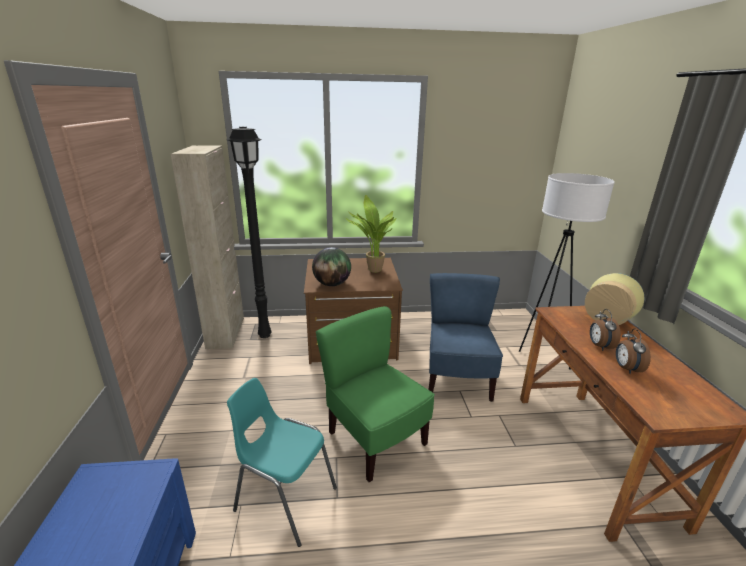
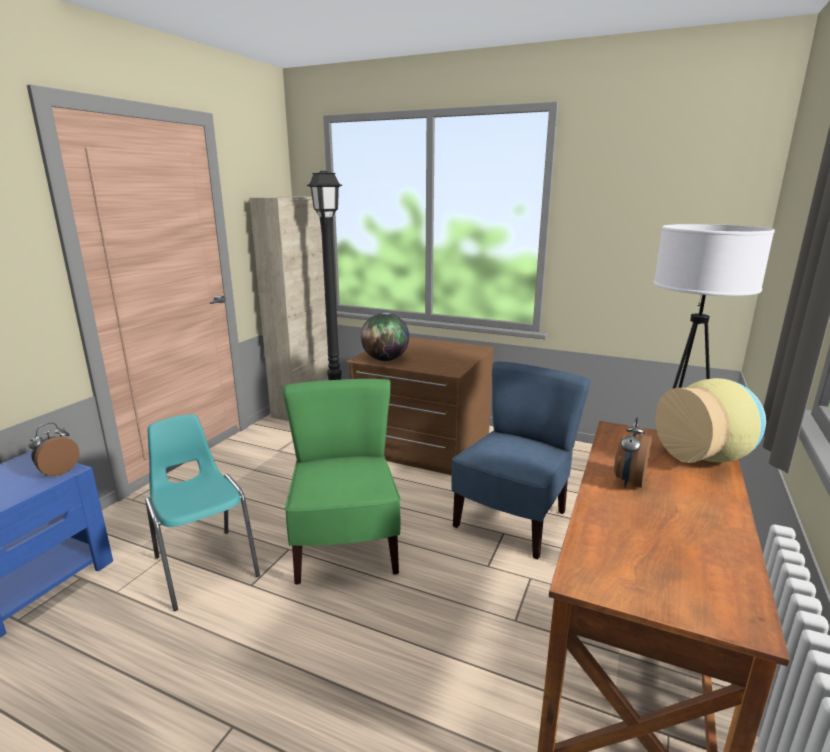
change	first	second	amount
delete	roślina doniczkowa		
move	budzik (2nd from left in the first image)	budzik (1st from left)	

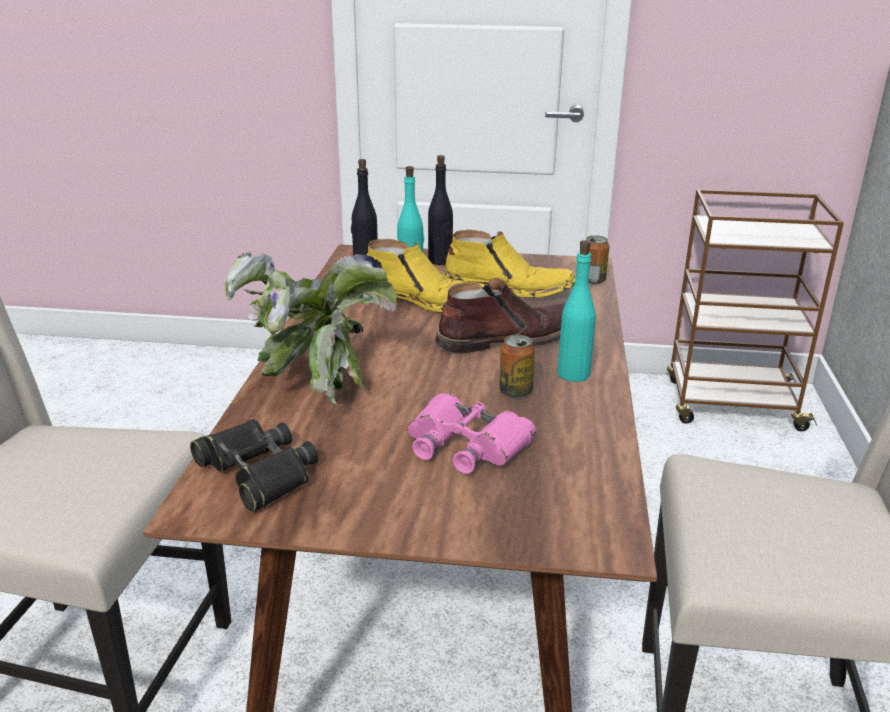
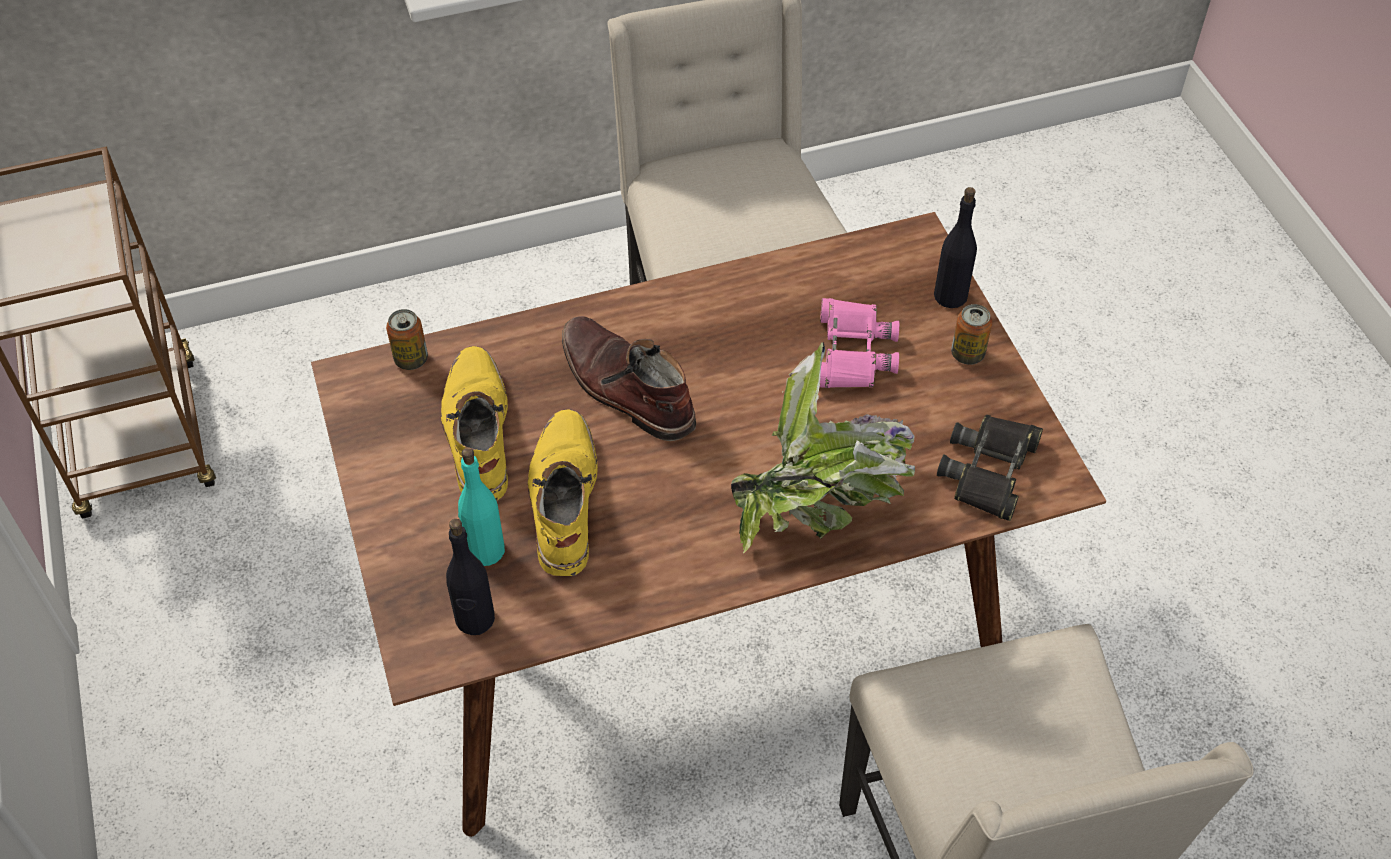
change	first	second	amount
delete	butelka/turkusowy (2nd from left)		
move	butelka/czarny (2nd from left)		
move	puszka (1st from left in the first image)	puszka (2nd from left)	

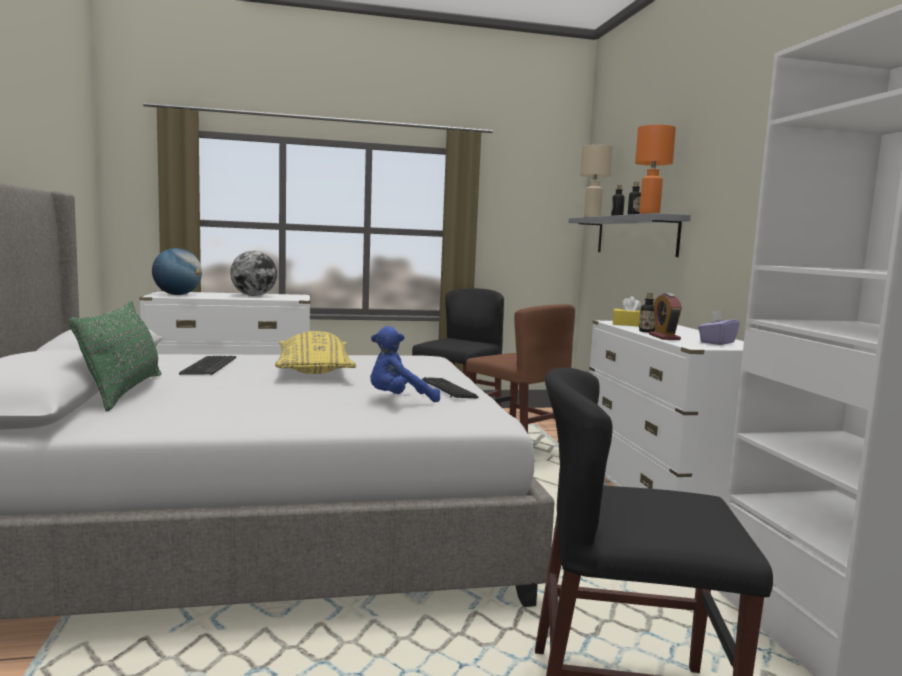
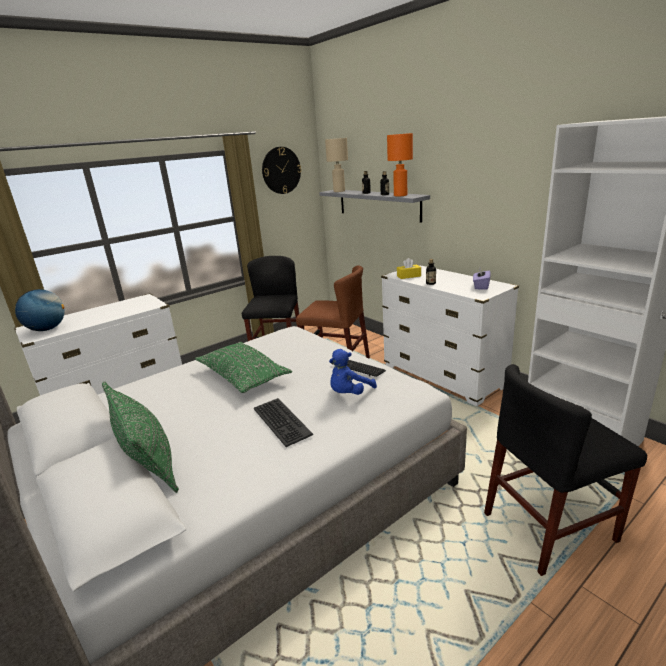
change	first	second	amount
delete	globus (2nd from left)		
delete	budzik		
insert		zegar ścienny	
move	klawiatura (1st from left)		
recolor	poduszka/żółty	poduszka/zielony (2nd from left)	

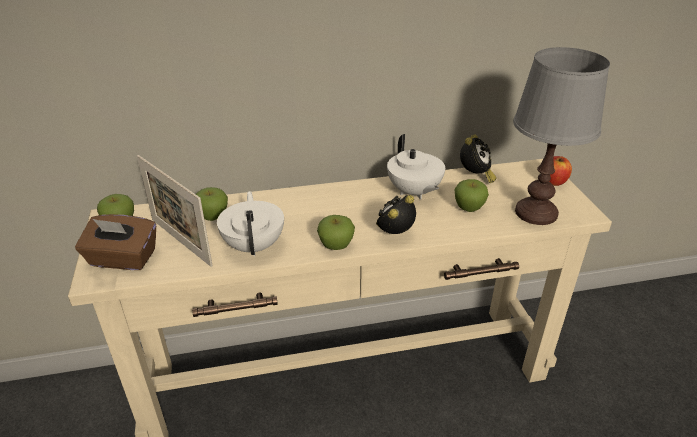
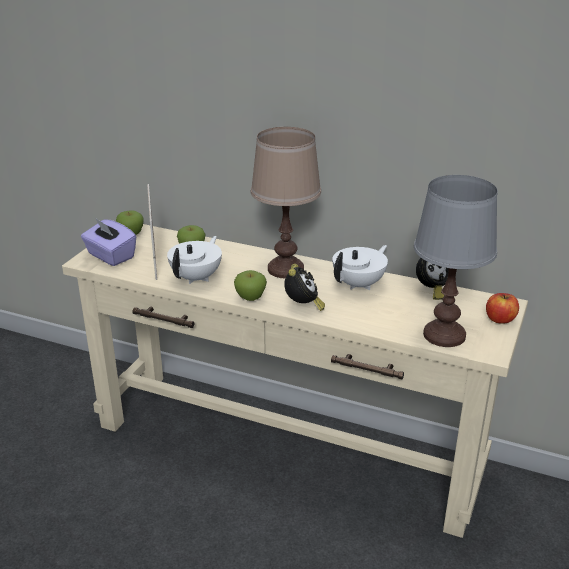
change	first	second	amount
delete	jabłko (4th from left)		
insert		lampa stołowa/brązowy	
recolor	pudełko chusteczek/brązowy	pudełko chusteczek/fioletowy	
rotate	budzik (1st from left)		105 degrees clockwise
rotate	imbryk/biały (2nd from left)		150 degrees counterclockwise

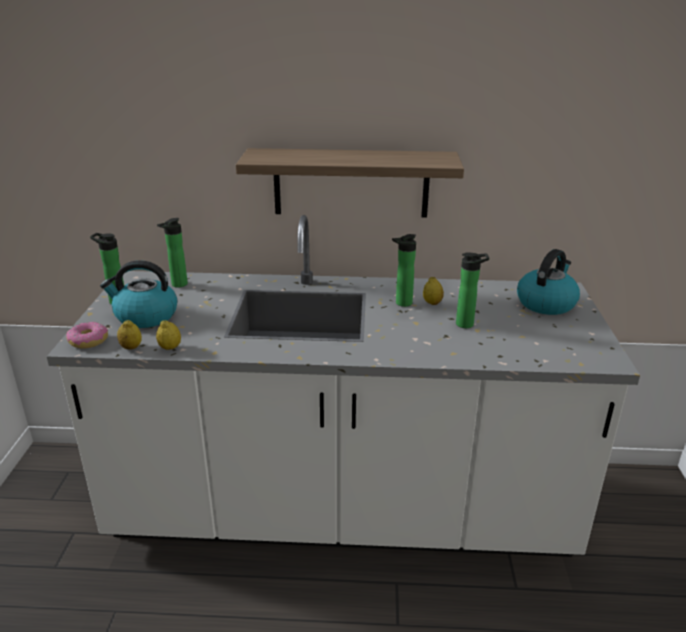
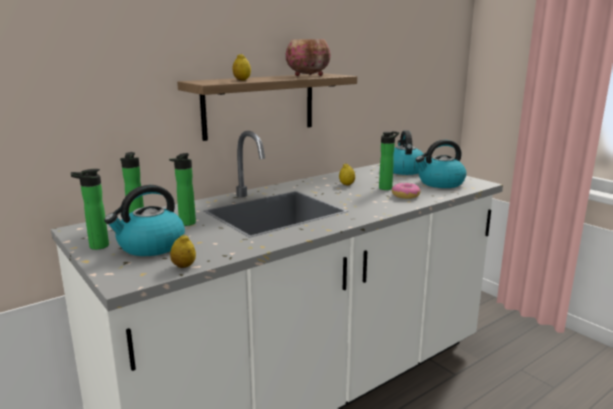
change	first	second	amount
insert		miska	
insert		czajnik (3rd from left)	
move	donut		
move	cytryna (2nd from left)		
move	butelka (3rd from left)		

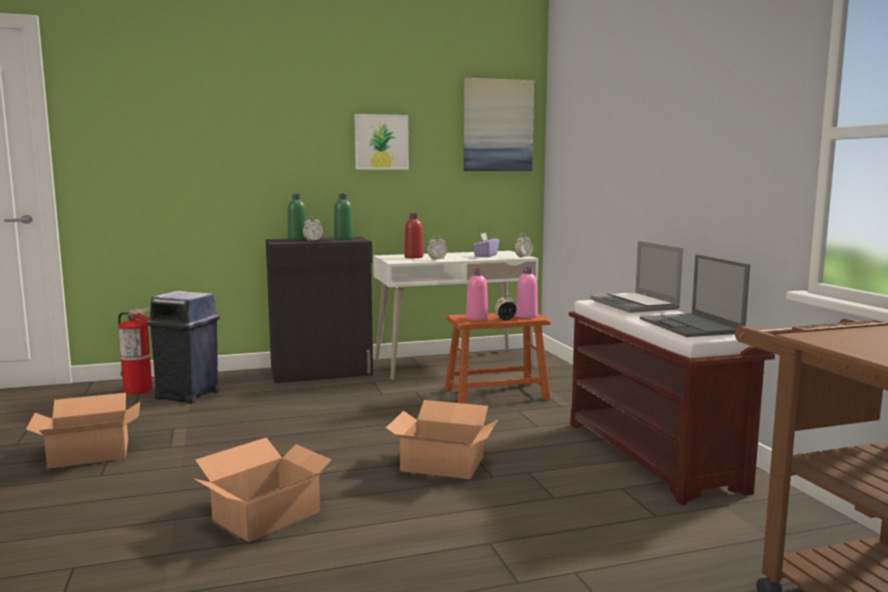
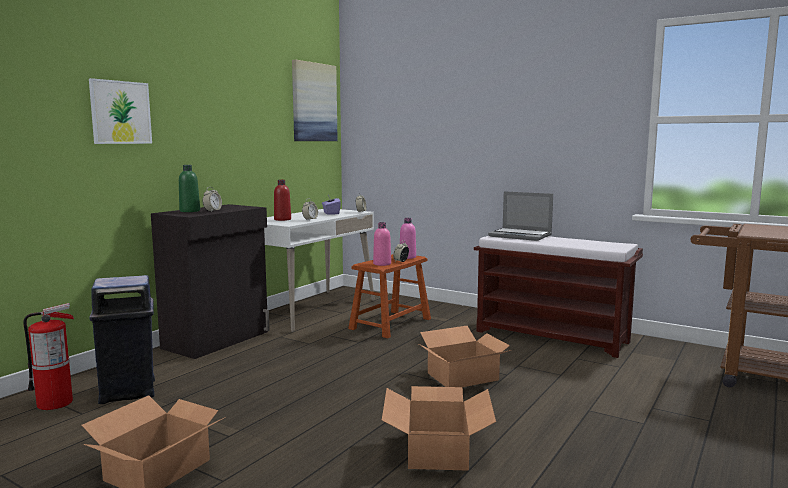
change	first	second	amount
delete	butelka/zielony (2nd from left)		
delete	laptop (2nd from left)		
move	obraz (1st from left)		

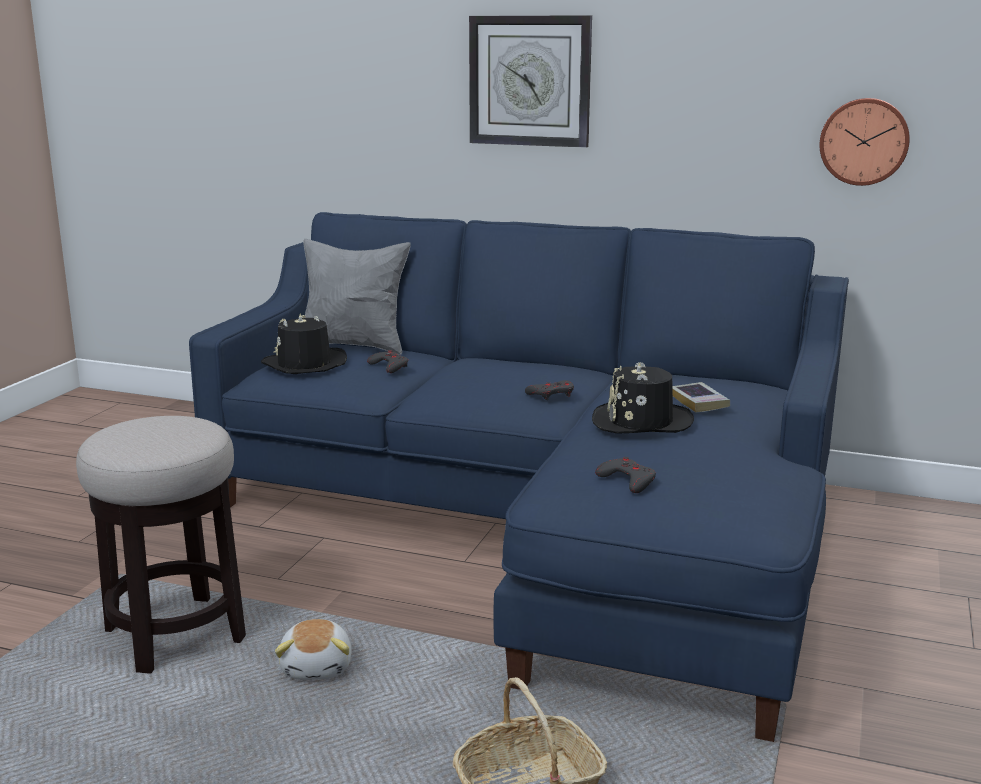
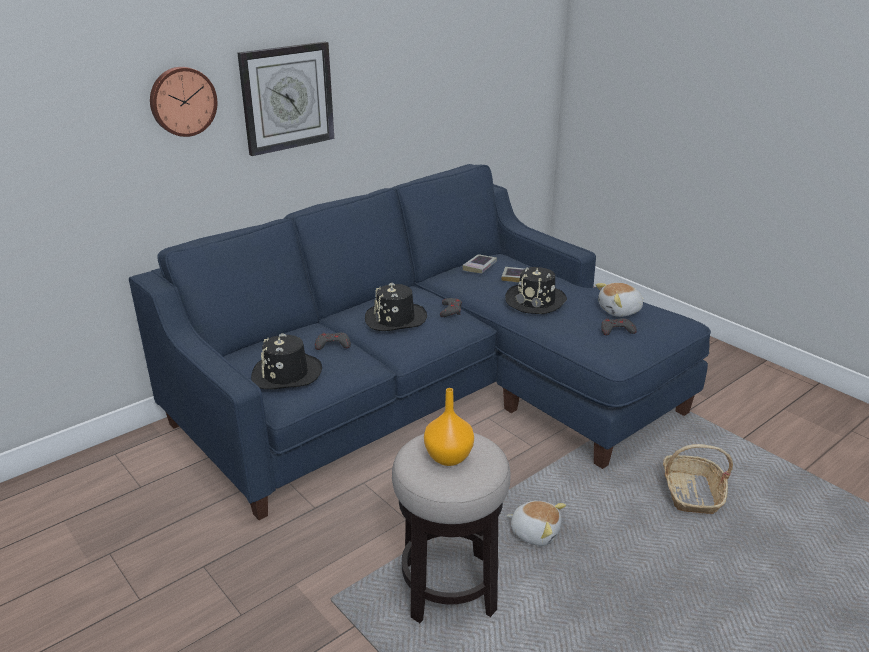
change	first	second	amount
delete	poduszka/szary		
insert		kapelusz/czarny (2nd from left)	
insert		wazon/pomarańczowy	
insert		książka (1st from left)	
insert		pluszak (2nd from left)	
move	zegar ścienny (2nd from left in the first image)	zegar ścienny (1st from left)	

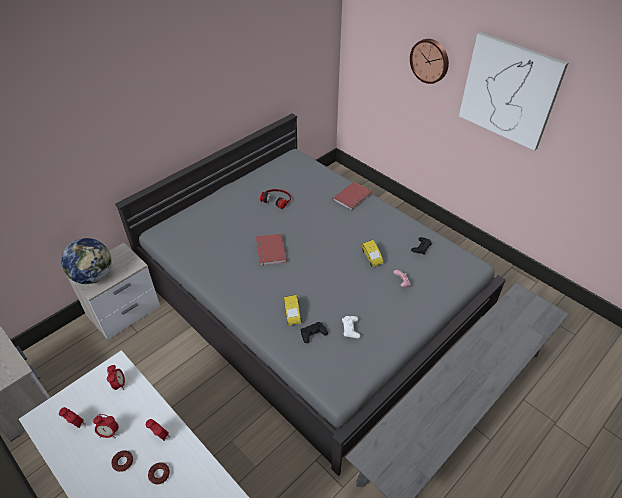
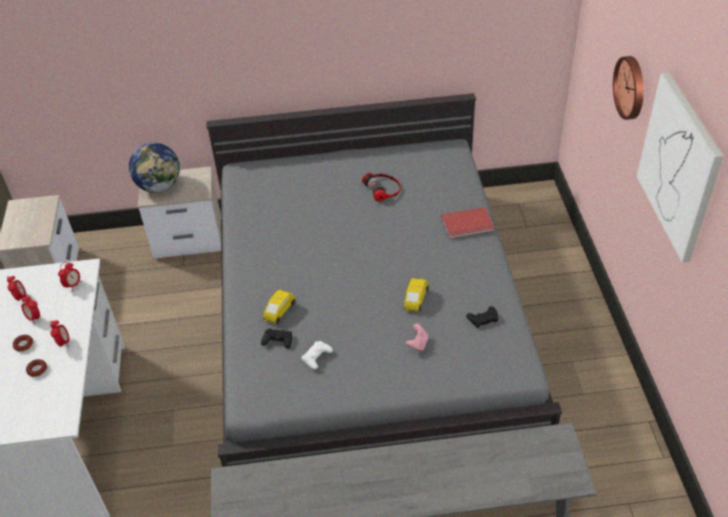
change	first	second	amount
delete	książka/czerwony (1st from left)		

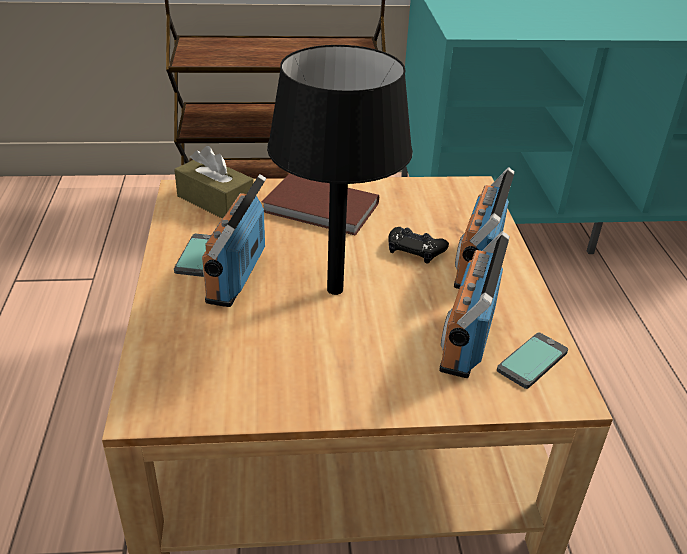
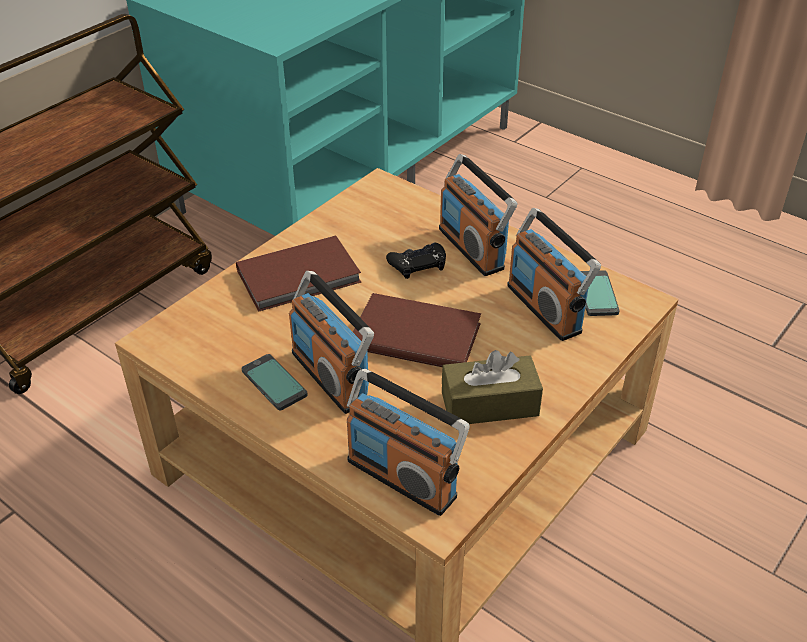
change	first	second	amount
insert		radio (2nd from left)	
move	pudełko chusteczek/brązowy		
replace	lampa stołowa/czarny	książka/brązowy (2nd from left)	

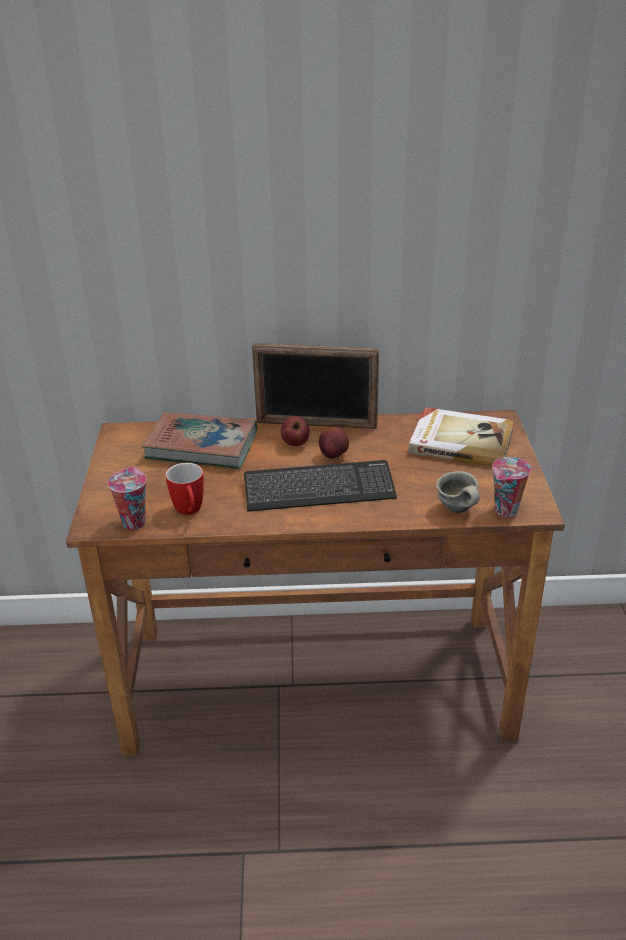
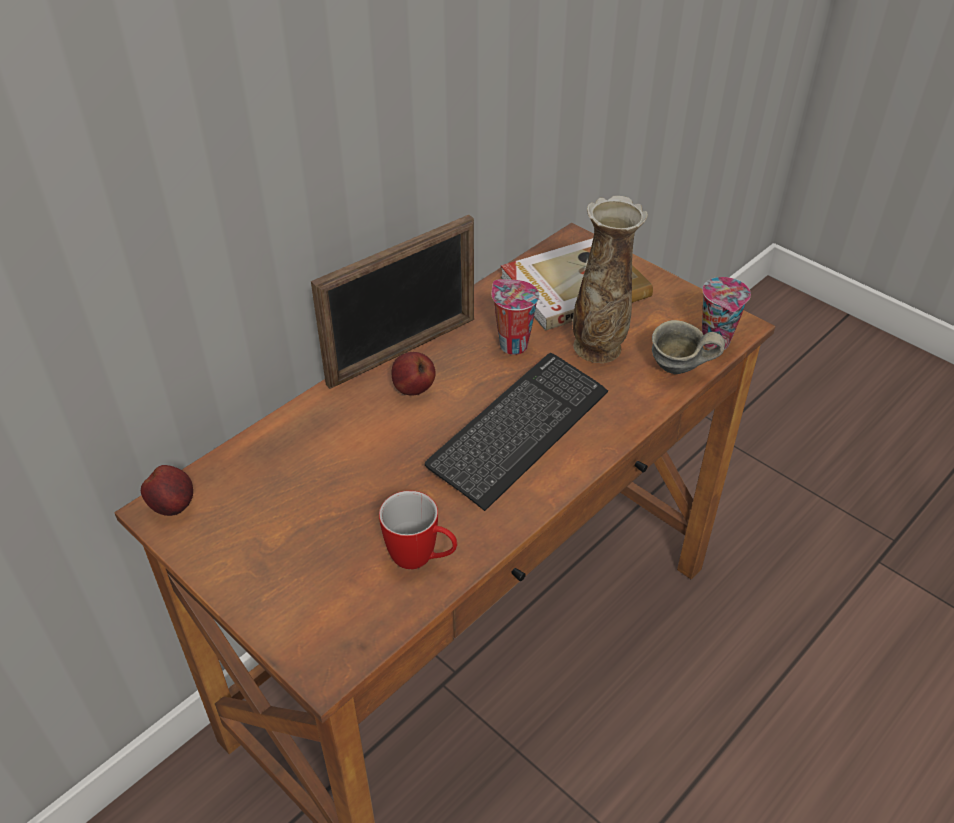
change	first	second	amount
delete	książka (1st from left)		
insert		wazon	
move	filiżanka (1st from left)		
move	jabłko (2nd from left in the first image)	jabłko (1st from left)	

